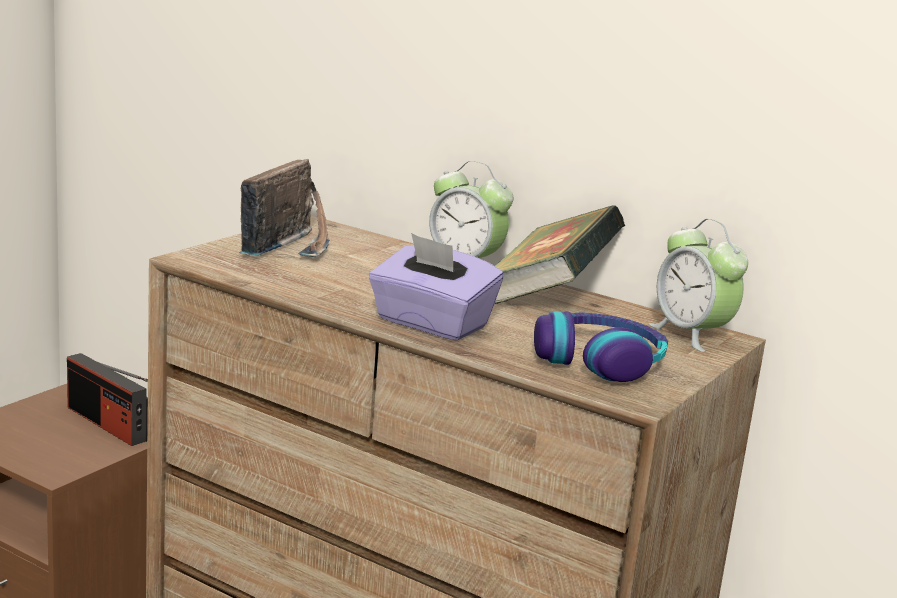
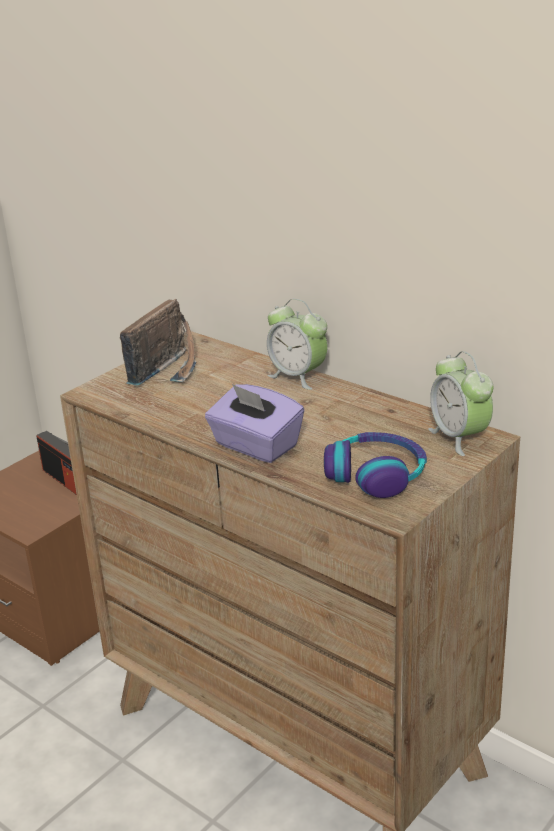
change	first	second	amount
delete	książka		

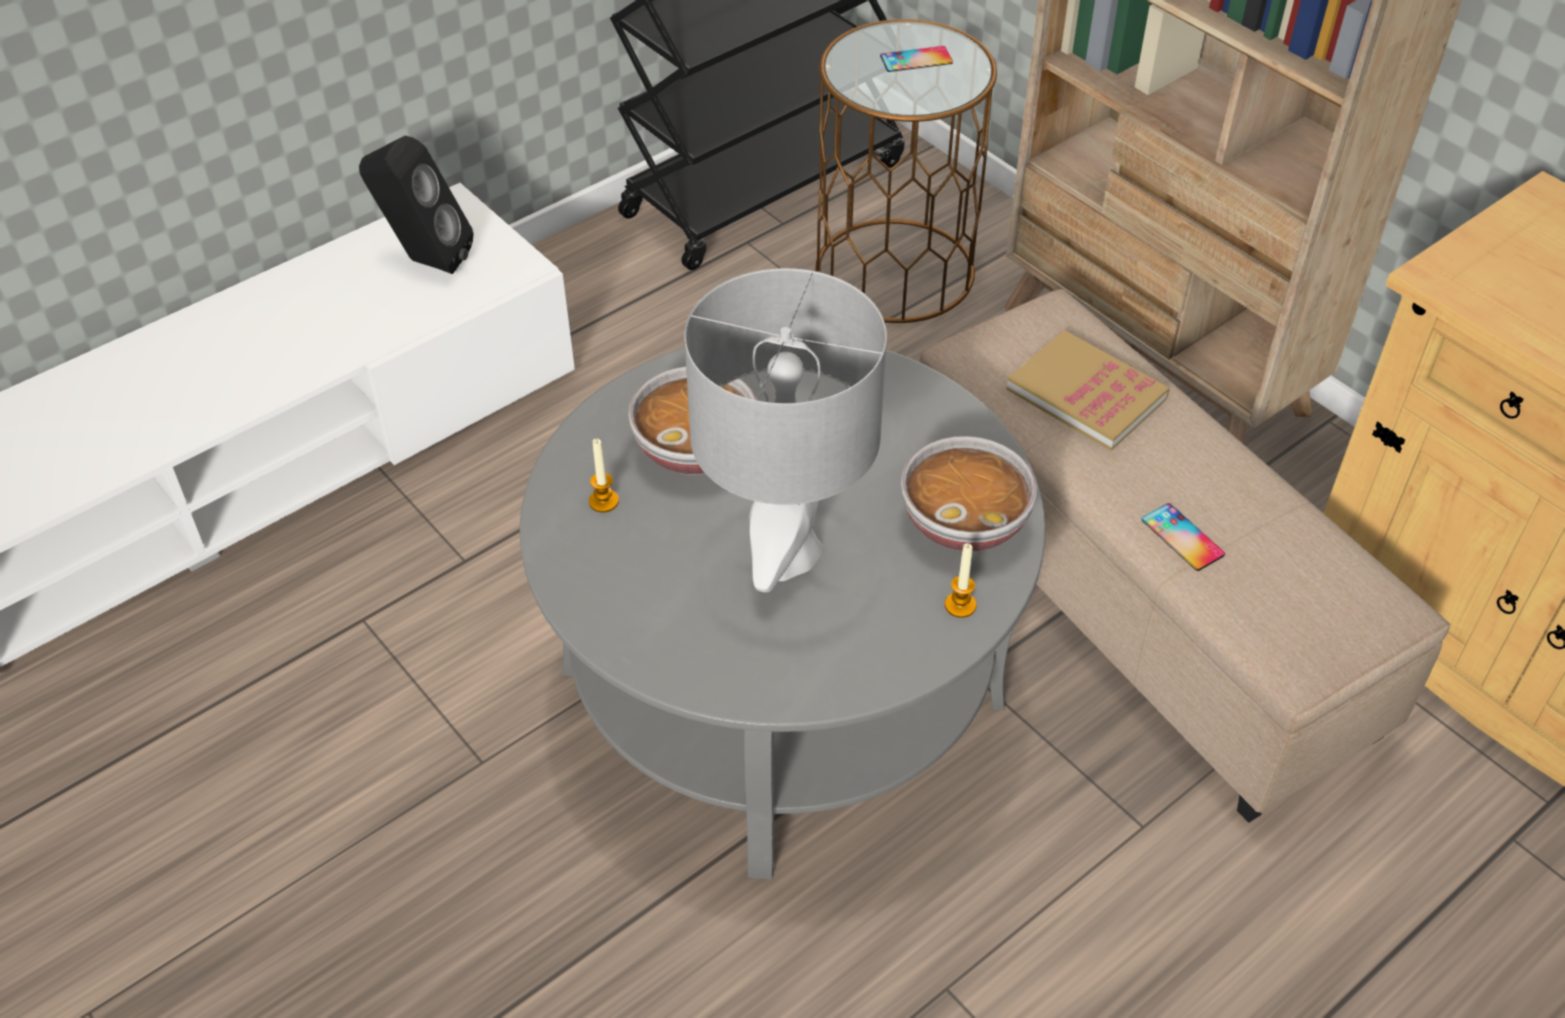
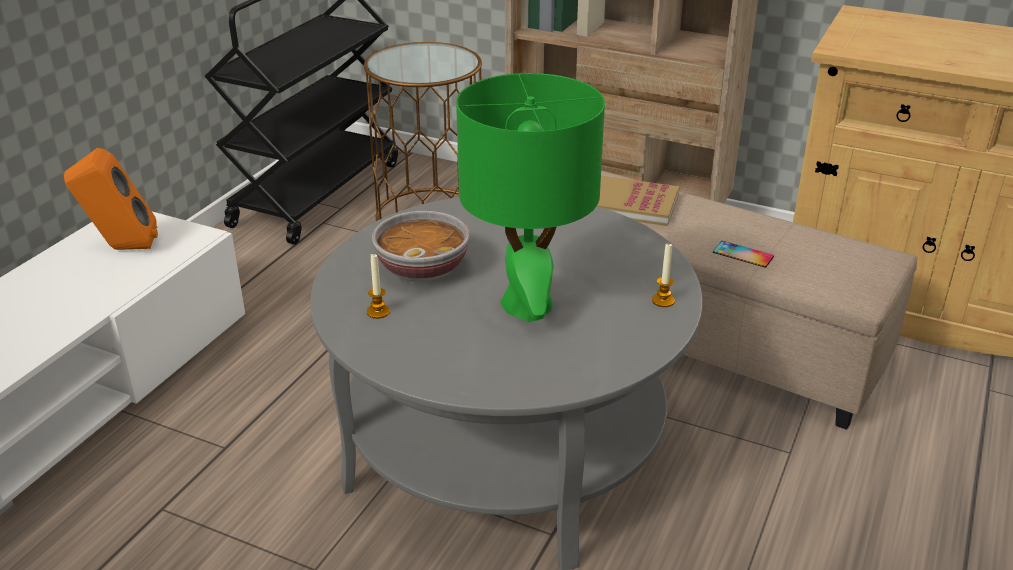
change	first	second	amount
delete	telefon (1st from left)		
delete	miska (2nd from left)		
recolor	głośnik/czarny	głośnik/pomarańczowy	
recolor	lampa stołowa/szary	lampa stołowa/zielony	

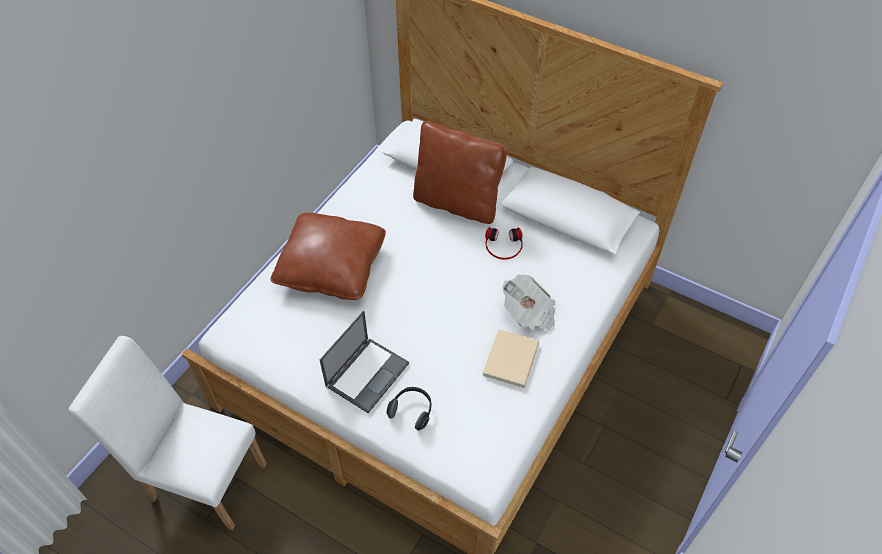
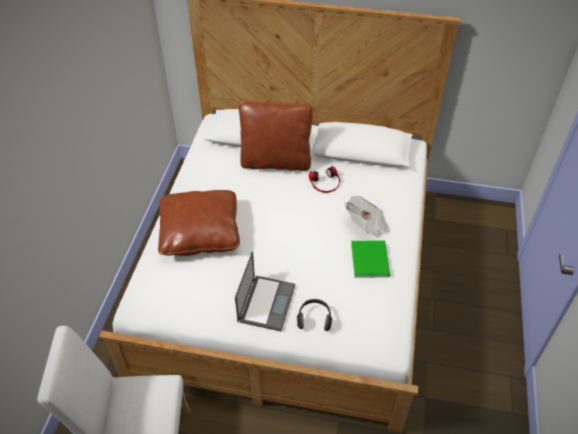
change	first	second	amount
recolor	książka/beżowy	książka/zielony	

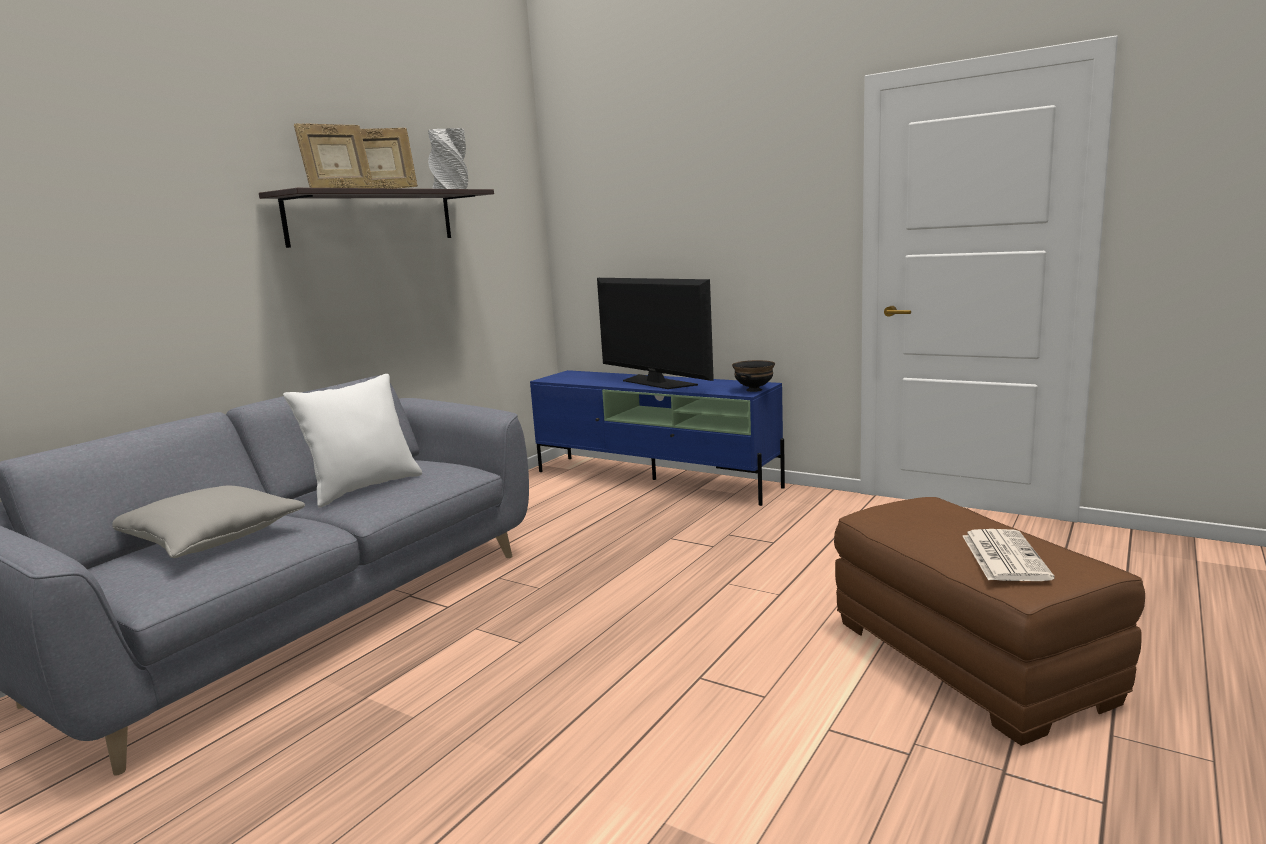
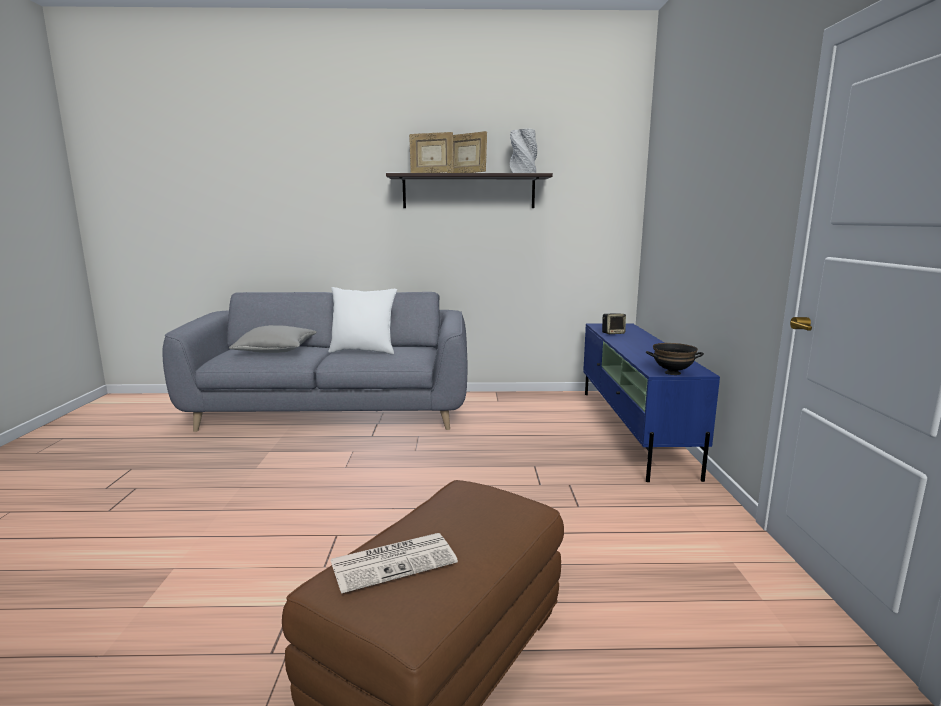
change	first	second	amount
delete	telewizor		
insert		głośnik	

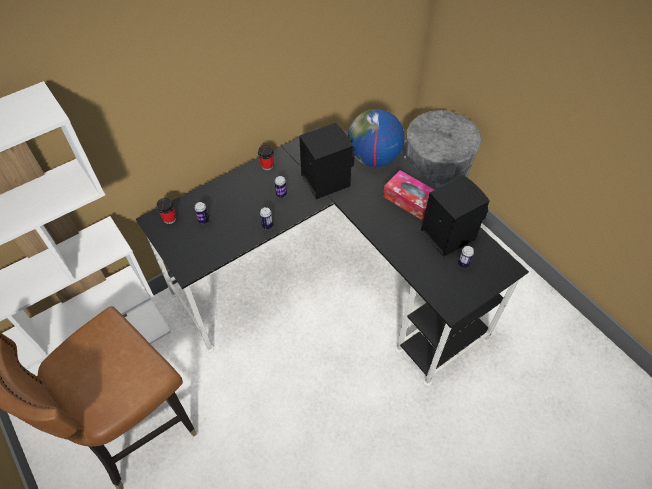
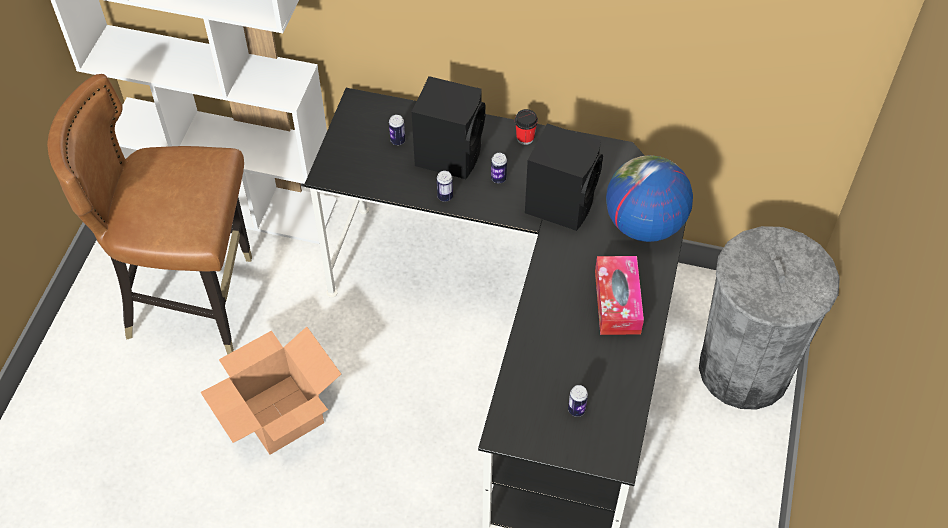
change	first	second	amount
delete	filiżanka (1st from left)		
insert		karton	
move	głośnik/czarny (2nd from left in the first image)	głośnik/czarny (1st from left)	

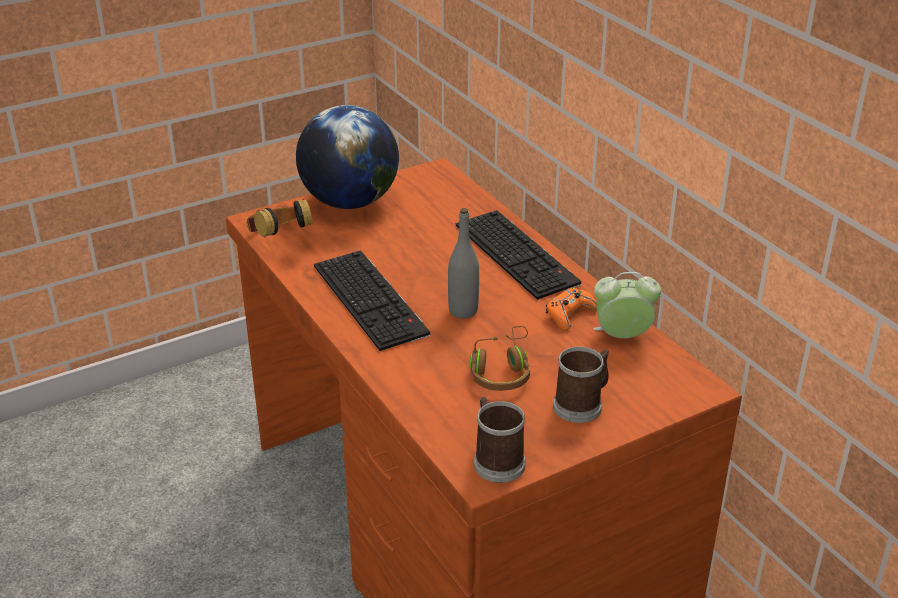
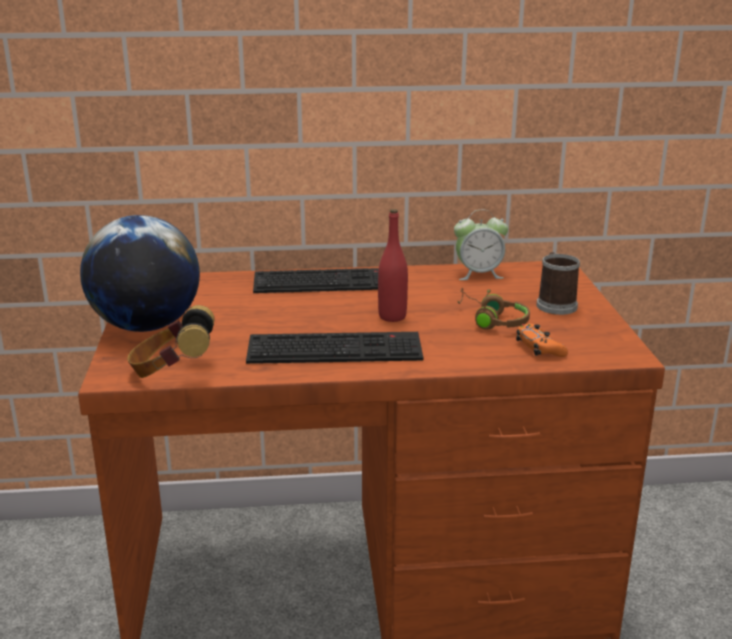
change	first	second	amount
delete	kubek (1st from left)		
move	pad do gier/pomarańczowy		
recolor	butelka/szary	butelka/czerwony	
rotate	budzik		120 degrees counterclockwise

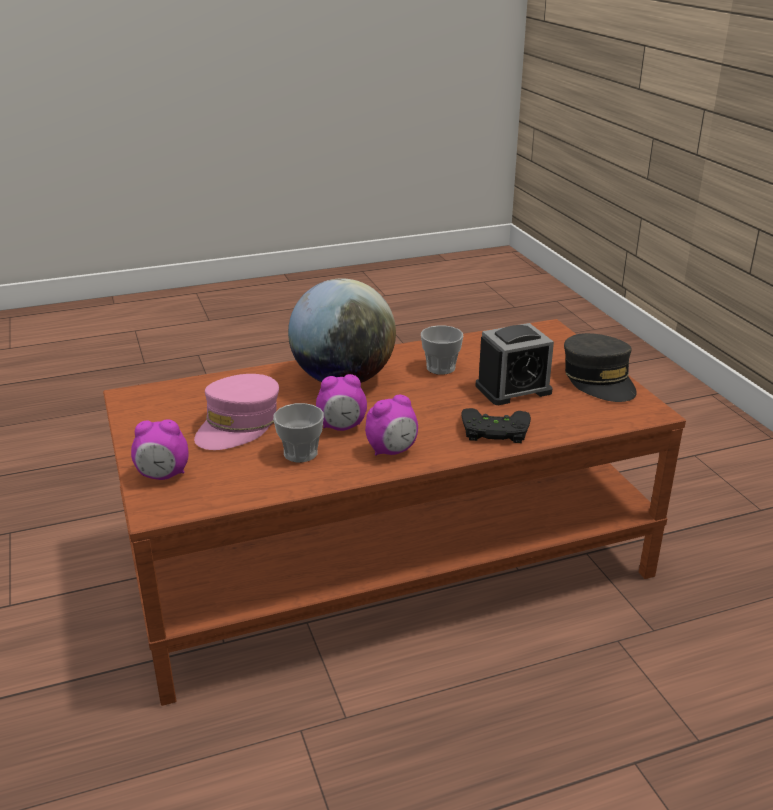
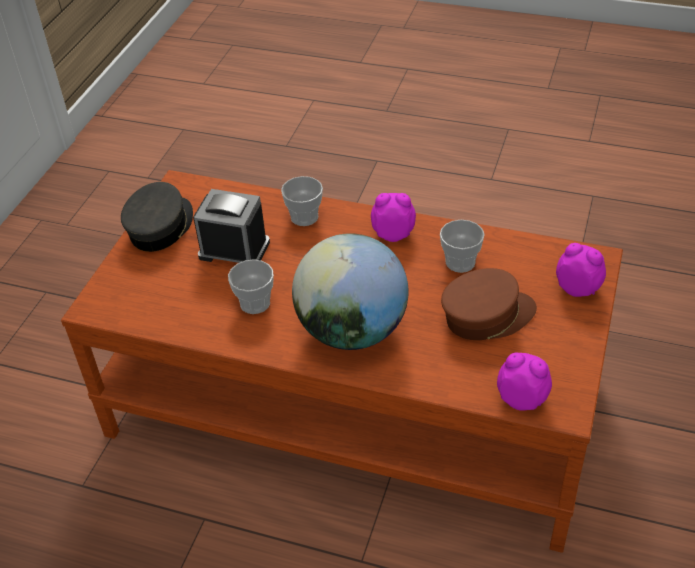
change	first	second	amount
move	budzik (2nd from left in the first image)	budzik (3rd from left)	
replace	pad do gier/czarny	filiżanka (2nd from left)	
recolor	czapka z daszkiem/różowy	czapka z daszkiem/brązowy	

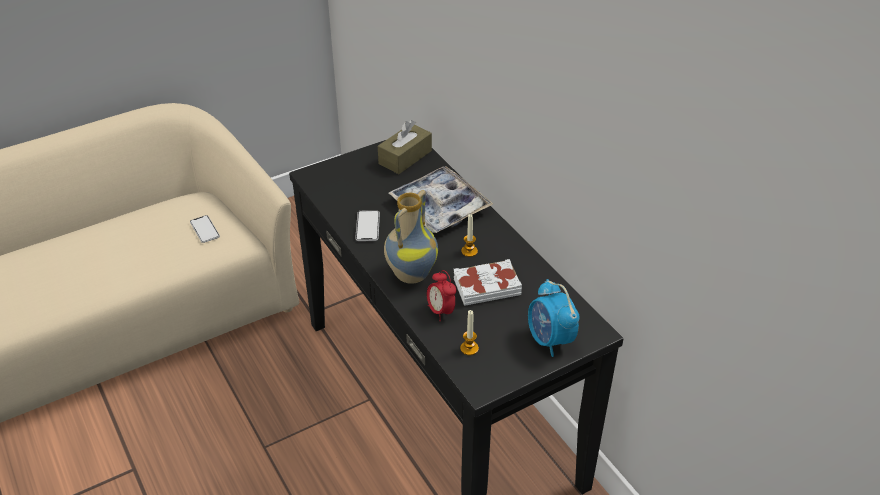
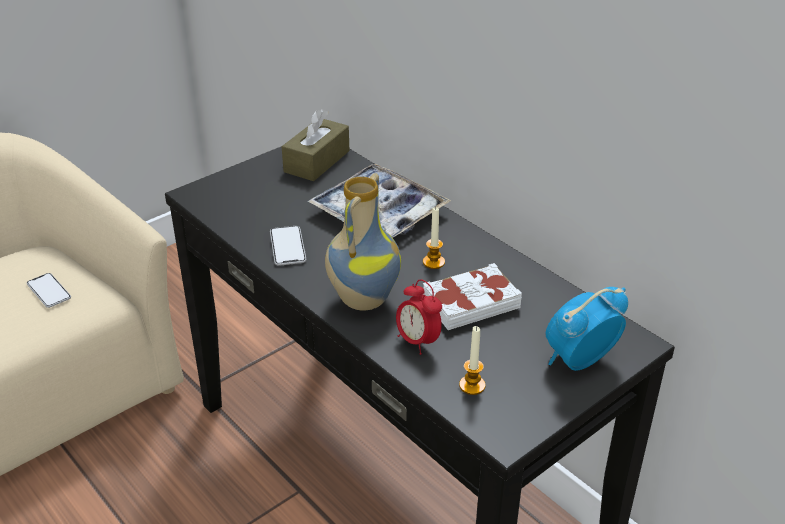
change	first	second	amount
rotate	budzik (2nd from left)		90 degrees clockwise

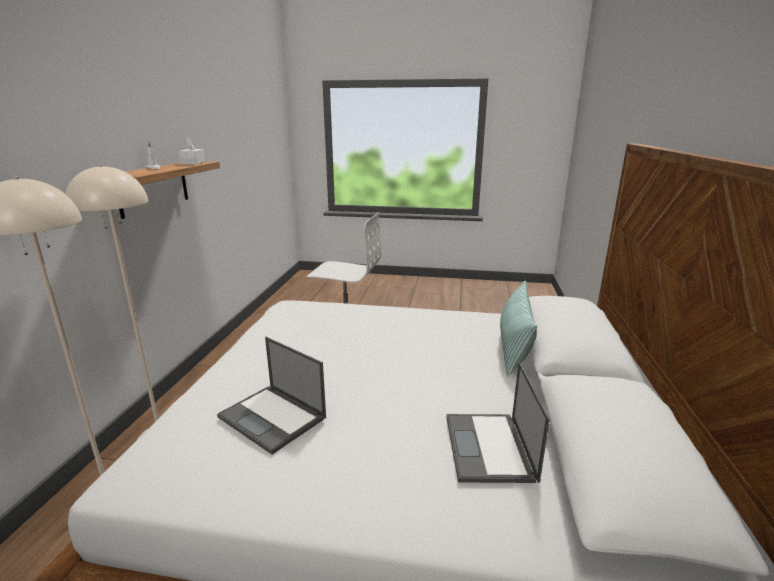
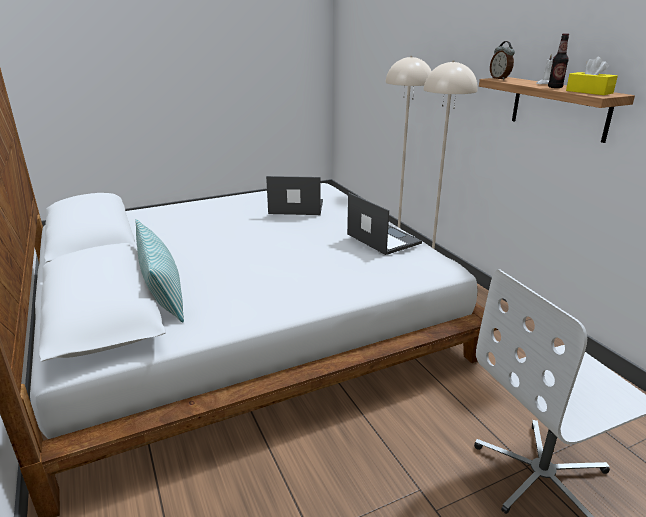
change	first	second	amount
insert		budzik	
insert		butelka	
move	laptop (2nd from left)		
recolor	pudełko chusteczek/biały	pudełko chusteczek/żółty	

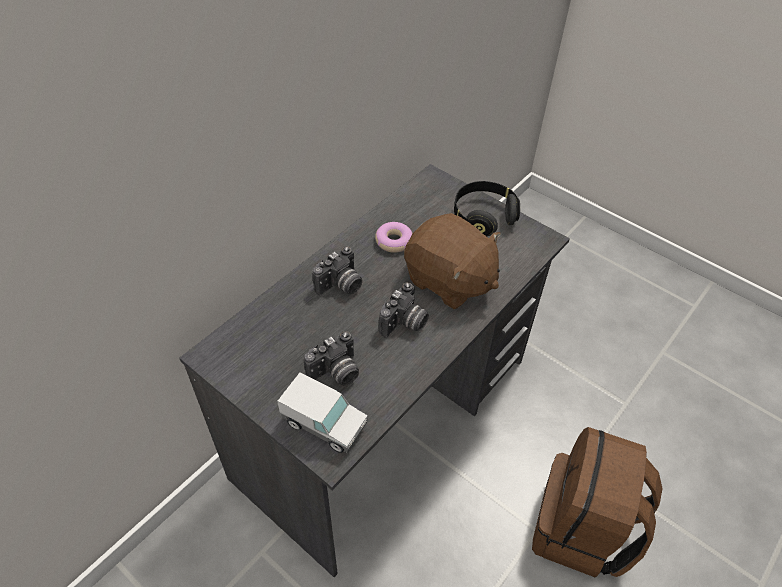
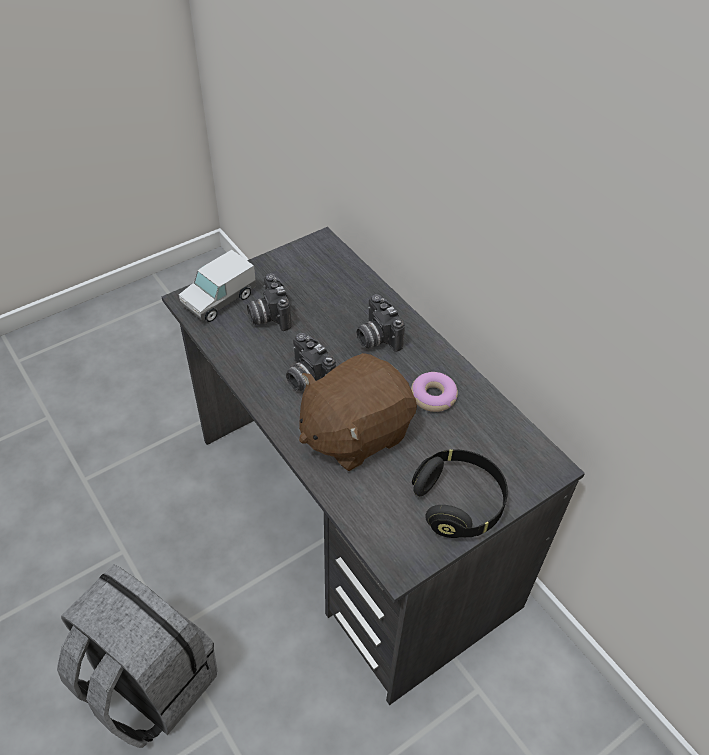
change	first	second	amount
recolor	plecak/brązowy	plecak/szary	

